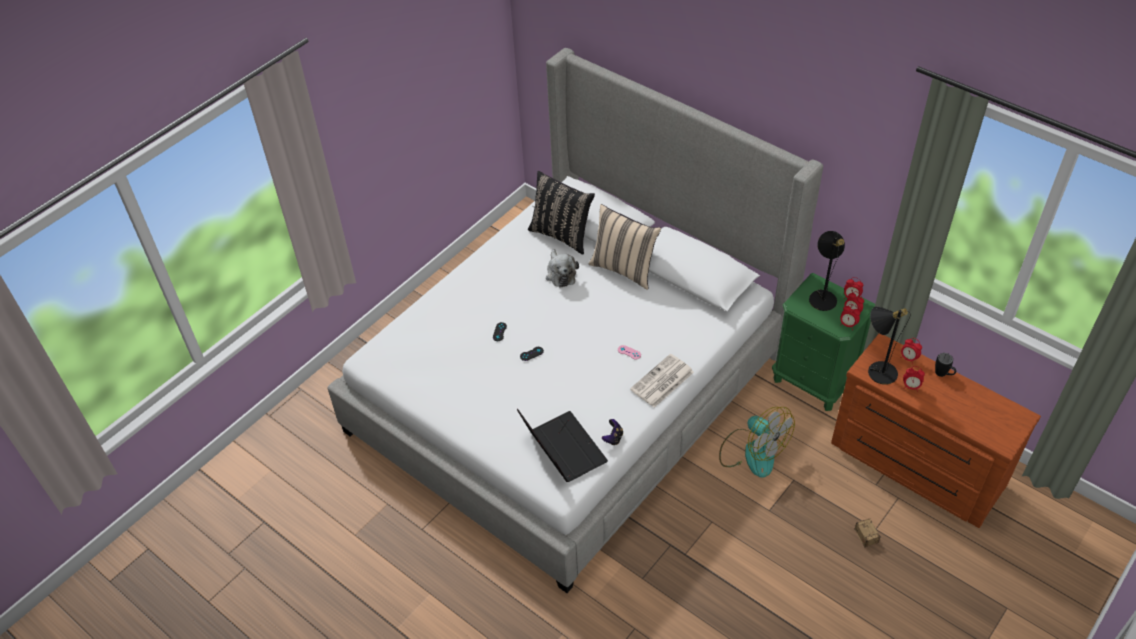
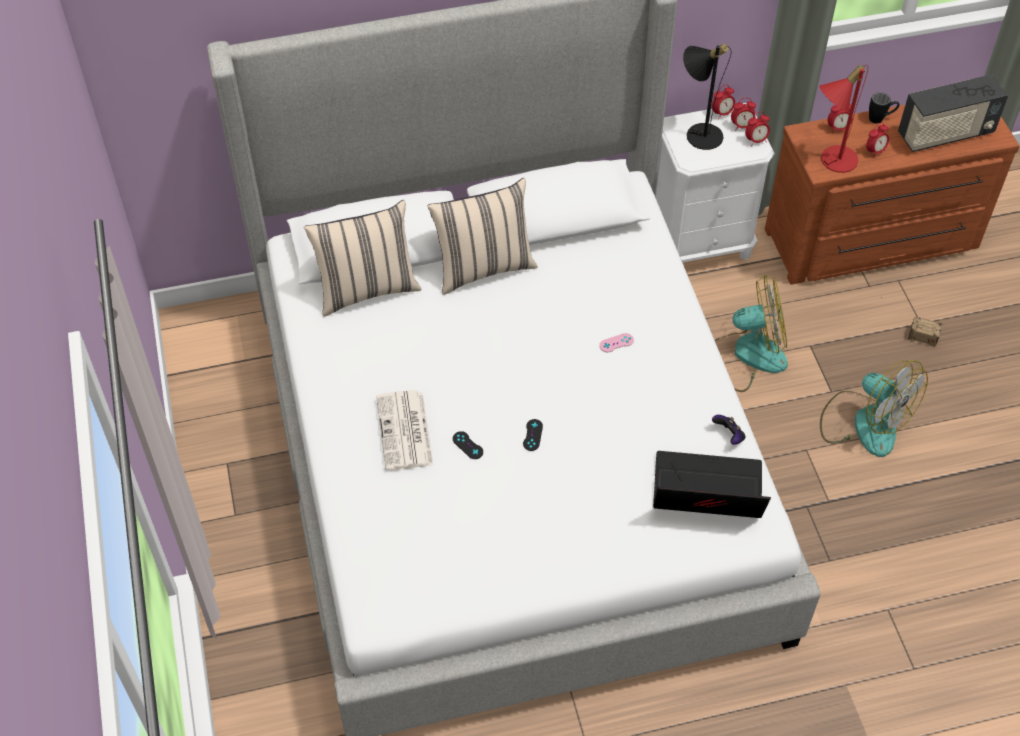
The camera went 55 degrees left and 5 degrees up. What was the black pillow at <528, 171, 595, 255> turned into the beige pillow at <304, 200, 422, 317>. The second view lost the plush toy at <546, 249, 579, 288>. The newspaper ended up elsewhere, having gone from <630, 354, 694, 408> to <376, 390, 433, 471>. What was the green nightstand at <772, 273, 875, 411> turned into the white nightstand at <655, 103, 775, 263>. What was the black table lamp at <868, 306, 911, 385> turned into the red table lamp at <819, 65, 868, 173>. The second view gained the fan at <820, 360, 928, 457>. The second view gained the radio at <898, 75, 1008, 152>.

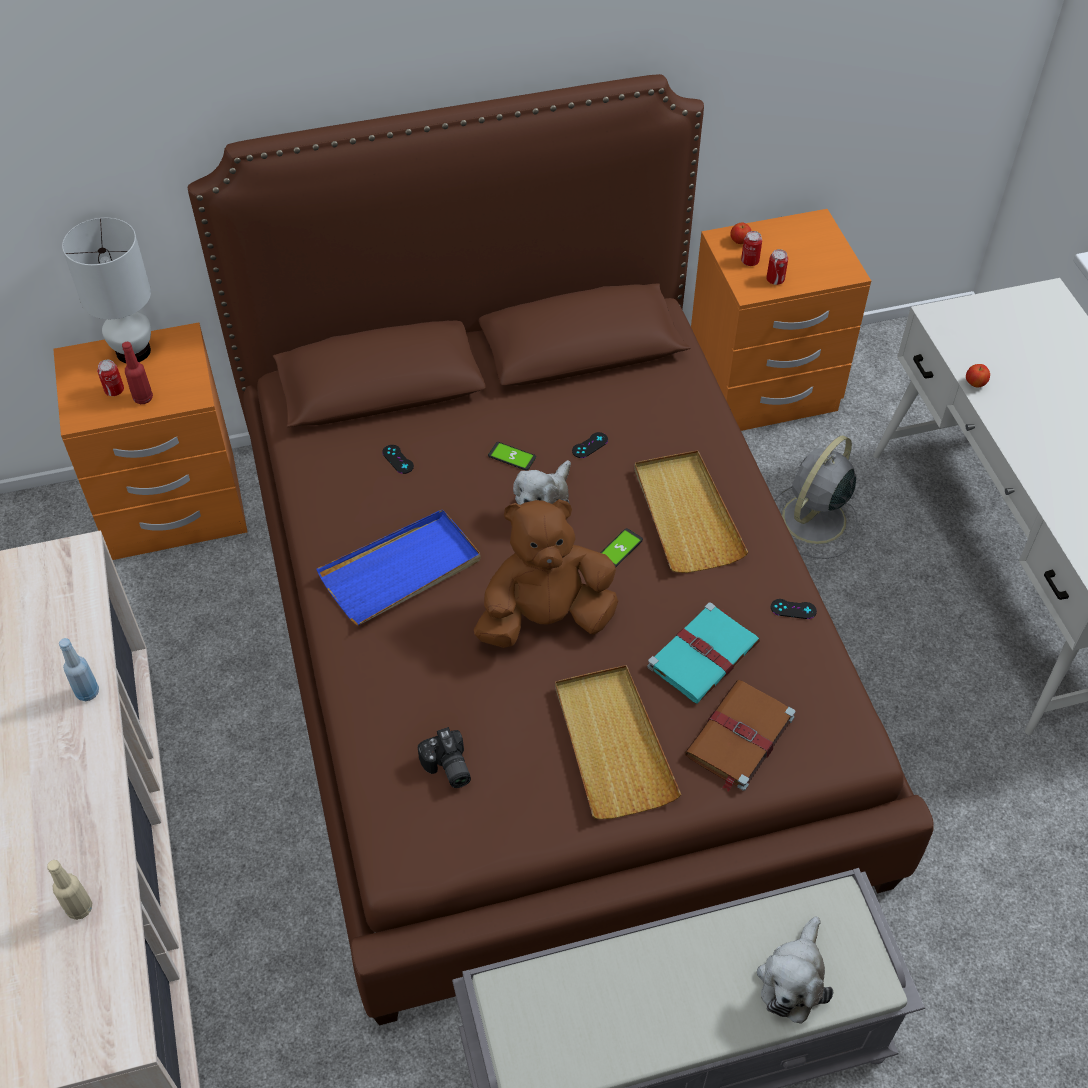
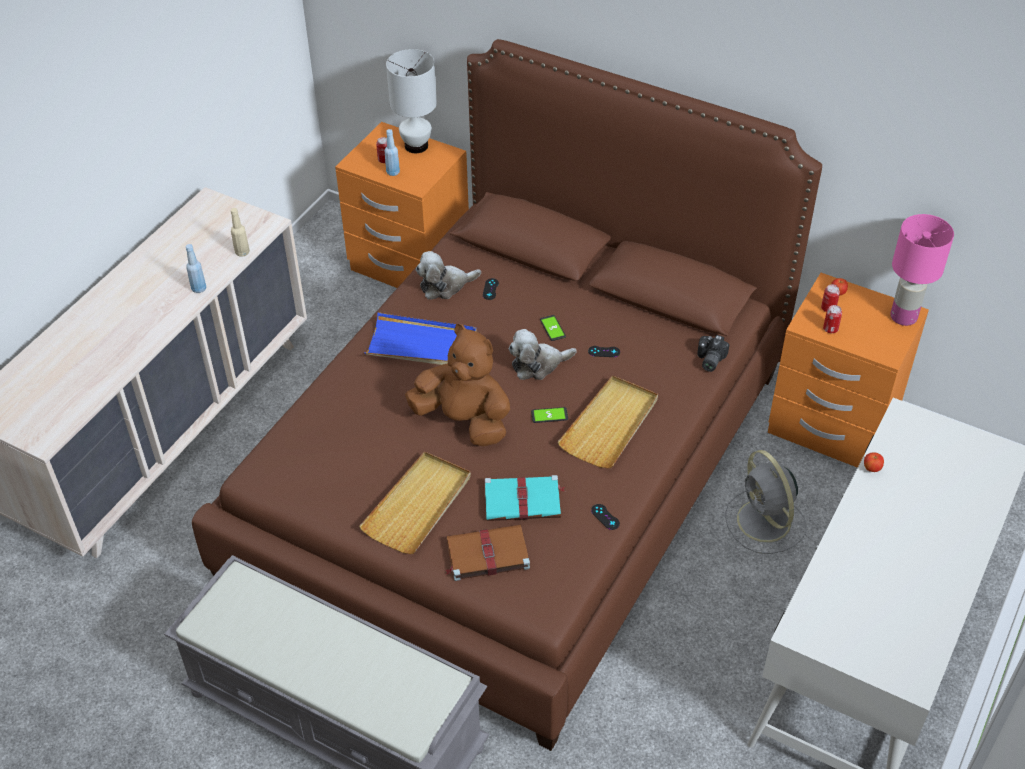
The camera went 45 degrees right and 5 degrees down. The beige bottle ended up elsewhere, having gone from <47, 860, 92, 920> to <231, 208, 250, 257>. What was the red bottle at <122, 342, 153, 404> turned into the blue bottle at <385, 129, 400, 176>. The photo camera ended up elsewhere, having gone from <418, 727, 471, 788> to <697, 335, 729, 372>. The plush toy ended up elsewhere, having gone from <757, 916, 833, 1024> to <416, 251, 481, 299>. The grey fan at <774, 435, 858, 559> ended up facing another way, 105 degrees counterclockwise from before. The second view gained the pink table lamp at <890, 214, 954, 326>.

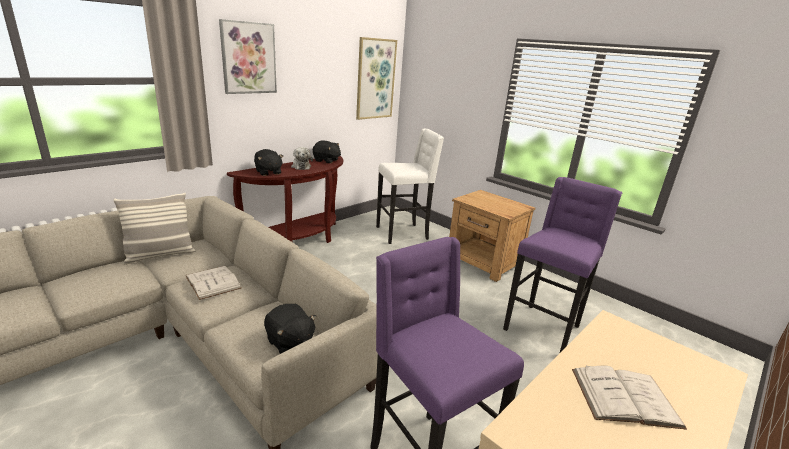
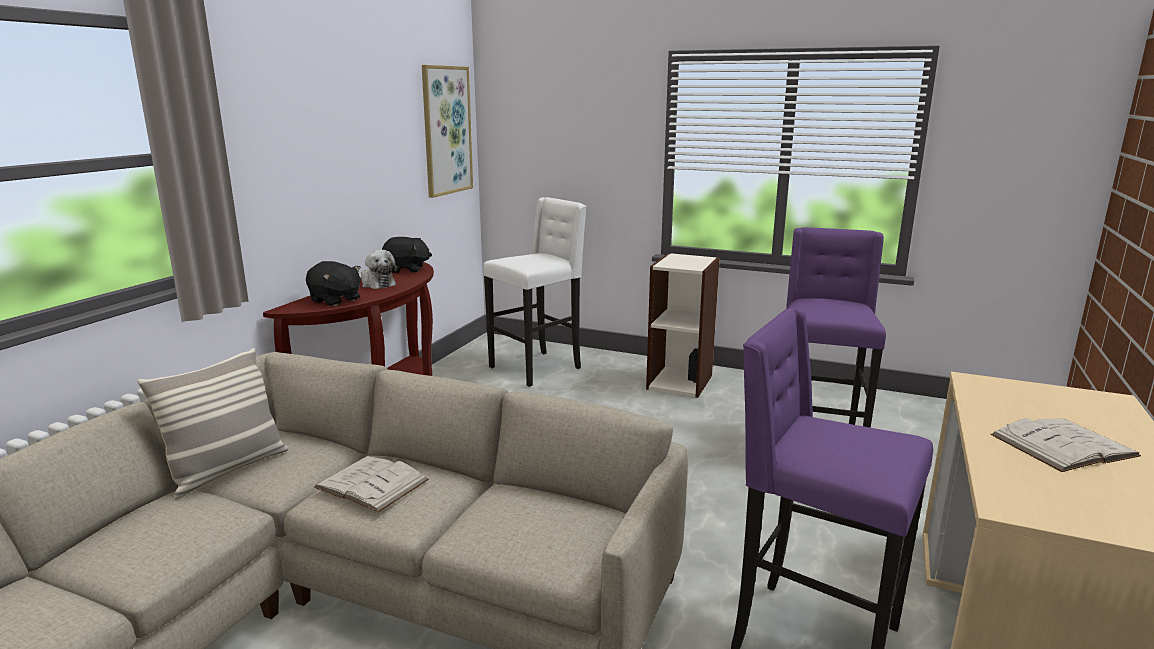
The camera went 20 degrees left and 5 degrees down. The second view lost the picture at <219, 19, 277, 94>. The second view lost the black plush toy at <264, 304, 317, 354>. Where the brown nightstand stood at <449, 190, 535, 282>, the bookcase came to stand at <646, 253, 720, 398>.

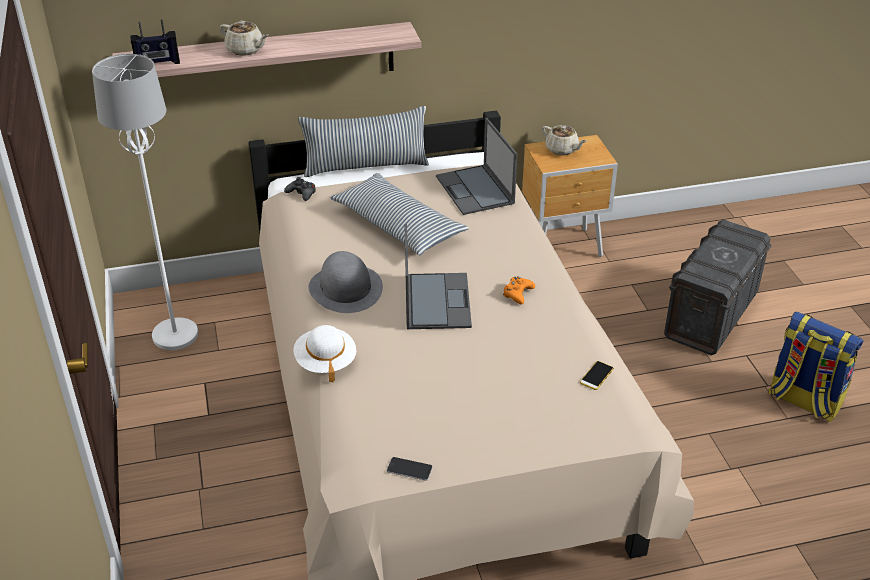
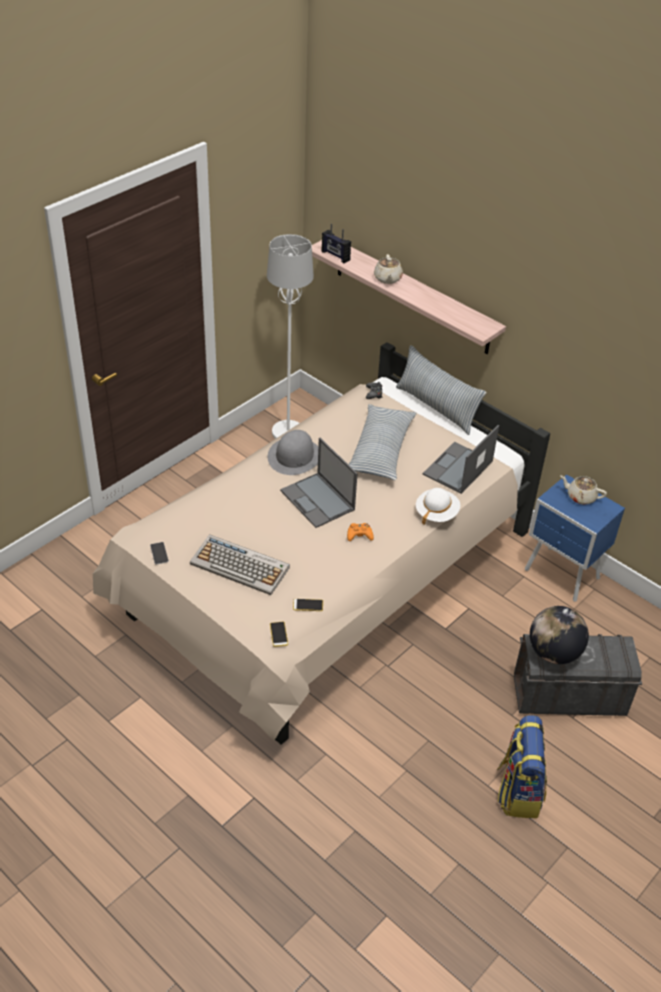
The camera went 55 degrees right and 5 degrees up. The white hat ended up elsewhere, having gone from <293, 325, 356, 382> to <416, 488, 460, 525>. The laptop at <404, 224, 472, 329> ended up facing another way, 90 degrees clockwise from before. What was the brown nightstand at <522, 135, 618, 257> turned into the blue nightstand at <525, 474, 625, 602>. The beige teapot at <542, 125, 587, 155> ended up facing another way, 105 degrees clockwise from before. The second view gained the keyboard at <190, 534, 290, 595>. The second view gained the phone at <270, 622, 288, 647>. The second view gained the globe at <530, 606, 589, 664>.

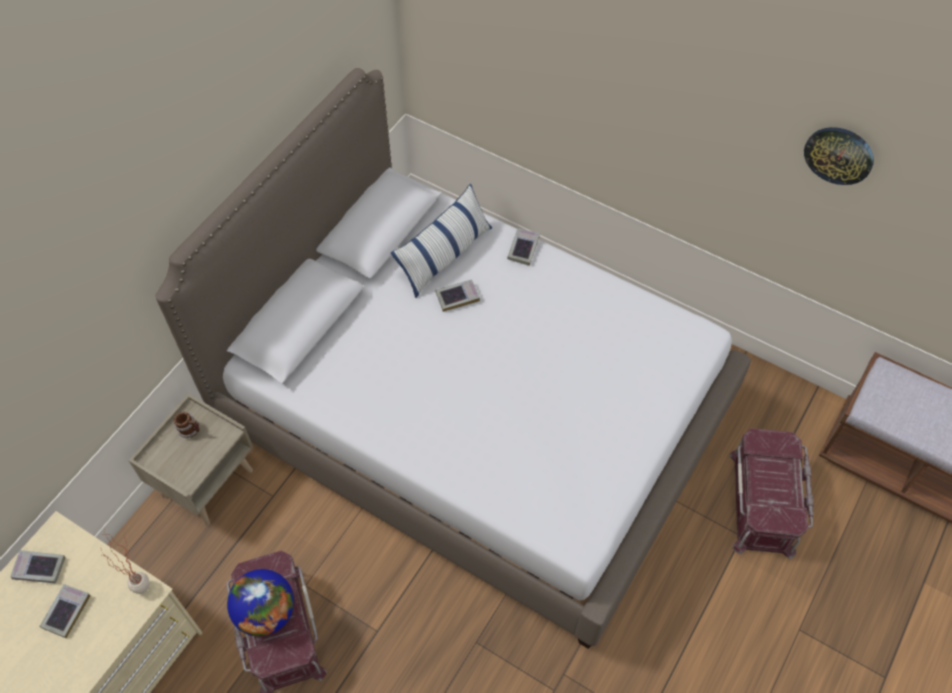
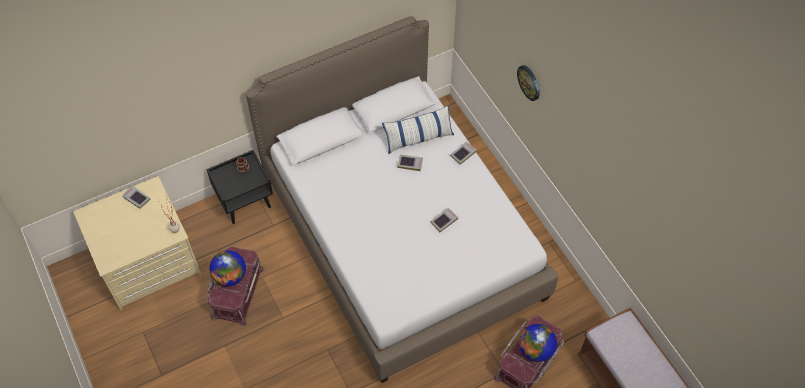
The camera went 30 degrees right and 0 degrees up. The book ended up elsewhere, having gone from <39, 584, 90, 638> to <430, 208, 458, 232>. What was the beige nightstand at <128, 393, 253, 526> turned into the black nightstand at <206, 150, 273, 224>. The wall clock ended up elsewhere, having gone from <804, 127, 874, 185> to <517, 65, 540, 101>. The second view gained the globe at <519, 324, 557, 362>.

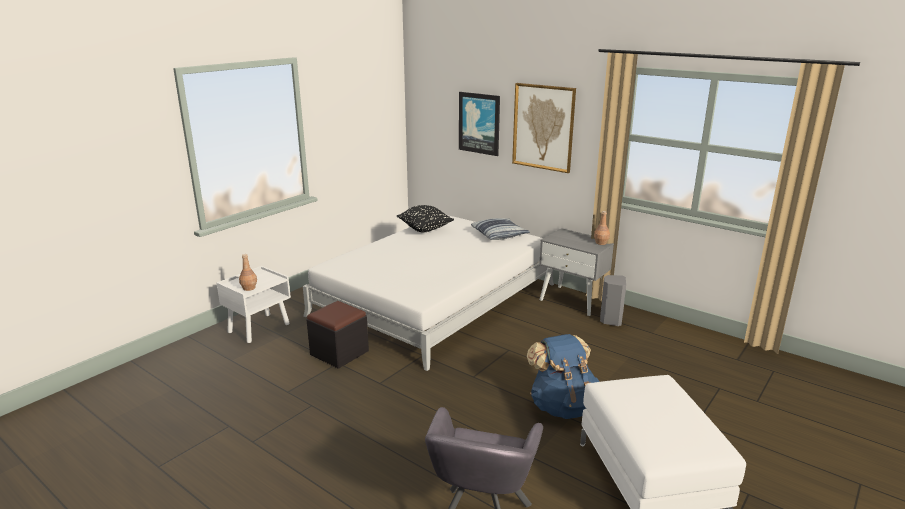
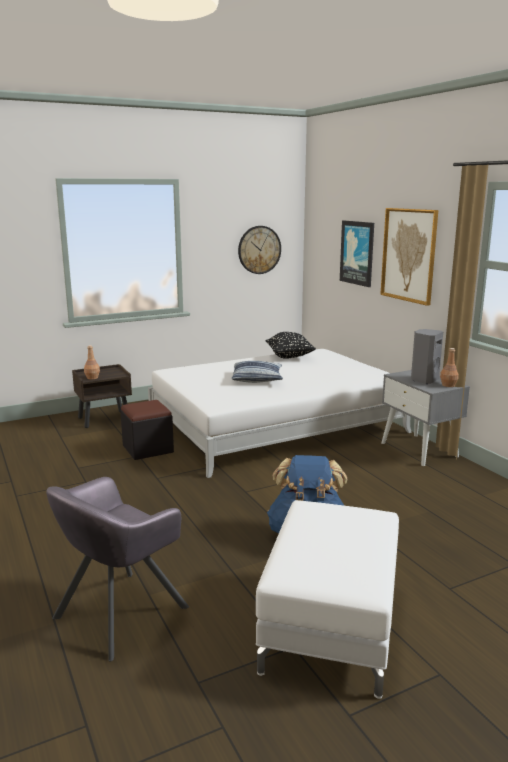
The camera went 25 degrees right and 5 degrees down. What was the white nightstand at <217, 266, 291, 343> turned into the brown nightstand at <72, 364, 132, 428>. The pillow ended up elsewhere, having gone from <471, 218, 530, 240> to <232, 361, 283, 383>. The grey speaker ended up elsewhere, having gone from <600, 275, 626, 326> to <411, 329, 443, 384>. The second view gained the wall clock at <238, 226, 281, 274>.

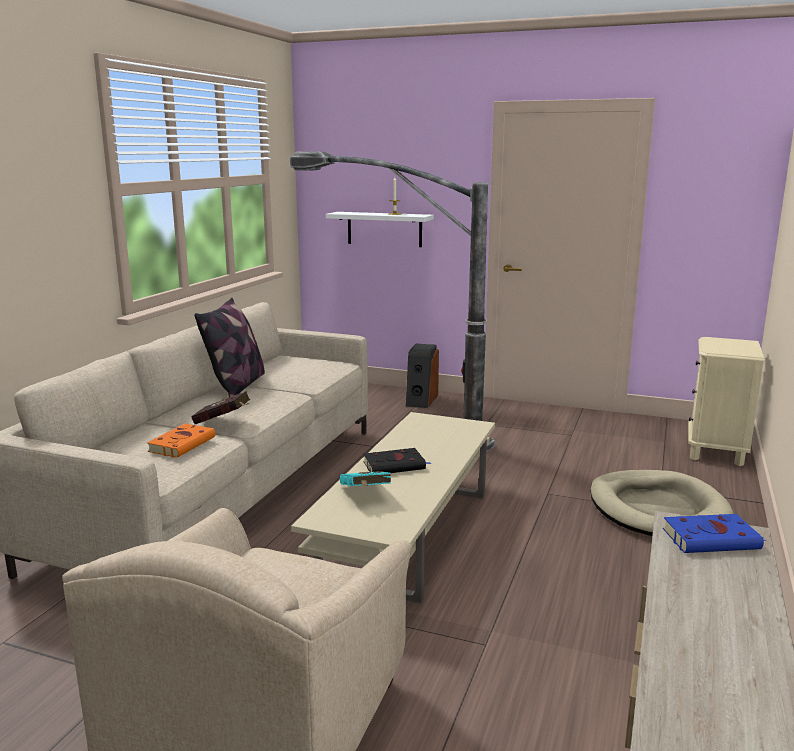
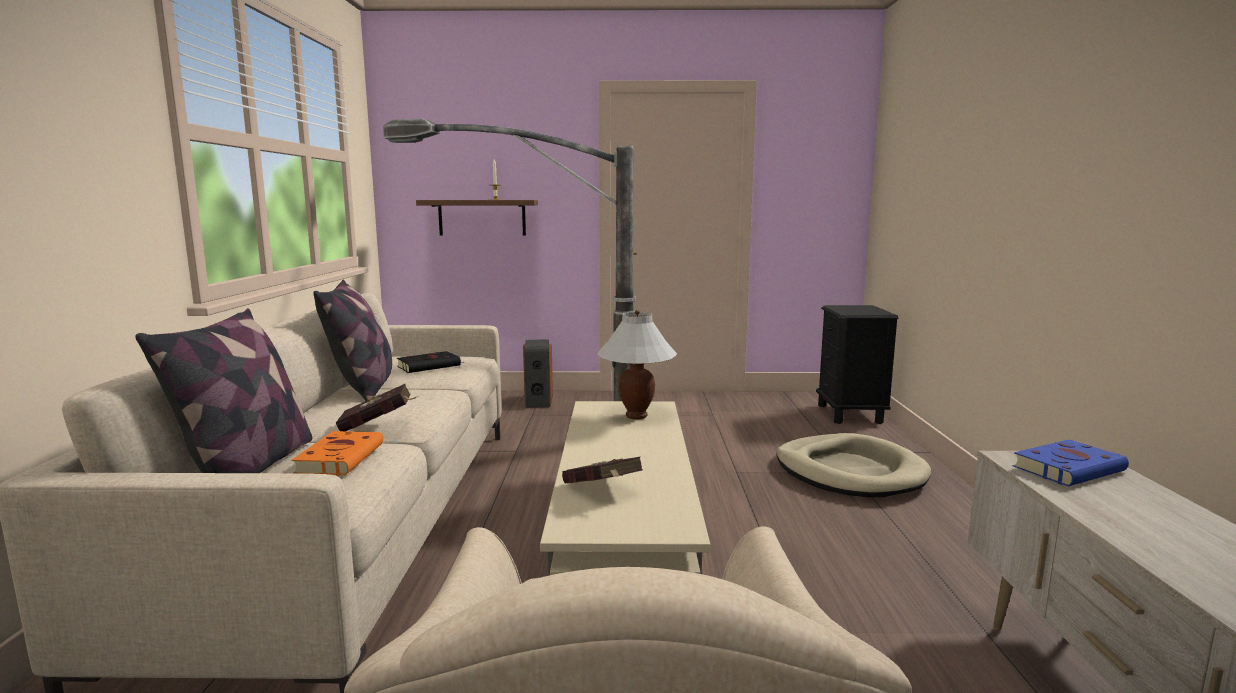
The camera went 20 degrees left and 5 degrees down. What was the white shelf at <326, 212, 434, 247> turned into the brown shelf at <416, 200, 538, 236>. What was the turquoise book at <340, 471, 391, 486> turned into the red book at <562, 457, 643, 483>. The black book ended up elsewhere, having gone from <364, 448, 432, 473> to <397, 351, 465, 373>. What was the beige nightstand at <688, 337, 764, 466> turned into the black nightstand at <816, 305, 898, 424>. The second view gained the pillow at <135, 308, 312, 473>. The second view gained the white table lamp at <597, 310, 677, 420>.

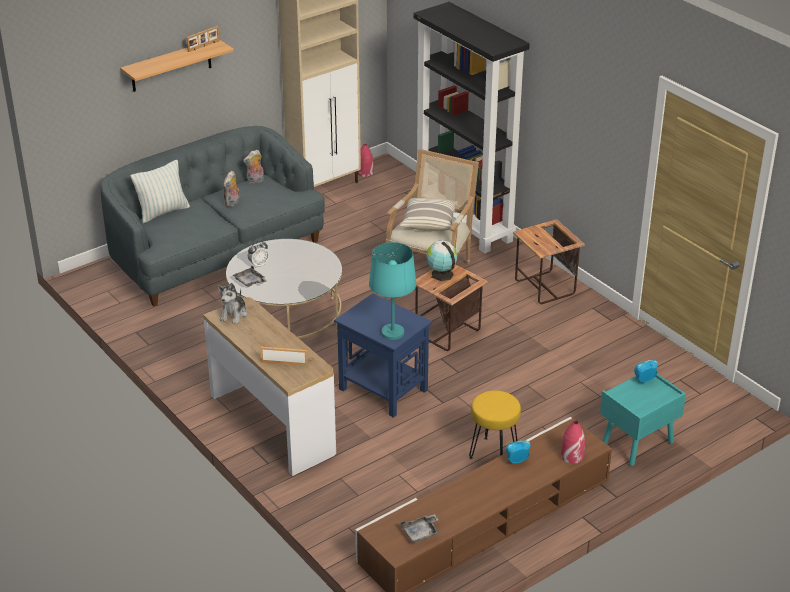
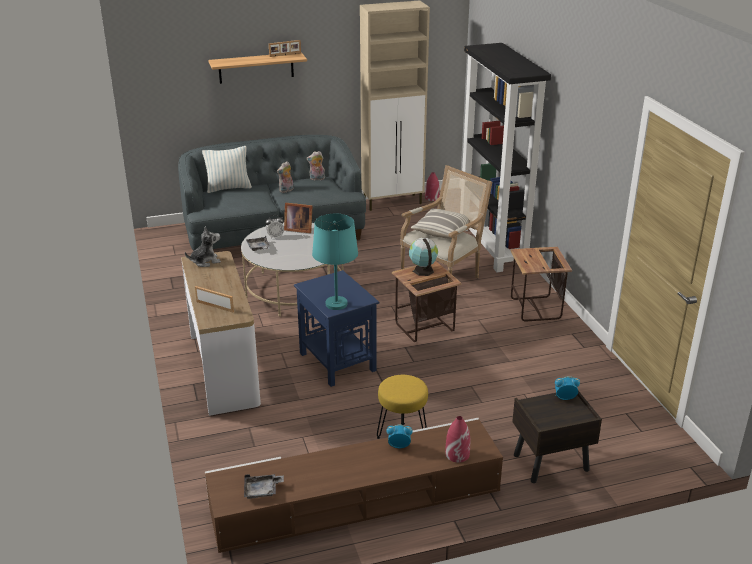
The camera went 20 degrees right and 5 degrees down. The plush toy at <217, 283, 247, 324> ended up facing another way, 150 degrees counterclockwise from before. What was the turquoise nightstand at <600, 374, 686, 466> turned into the brown nightstand at <512, 391, 602, 483>. The second view gained the picture frame at <284, 203, 312, 233>.

